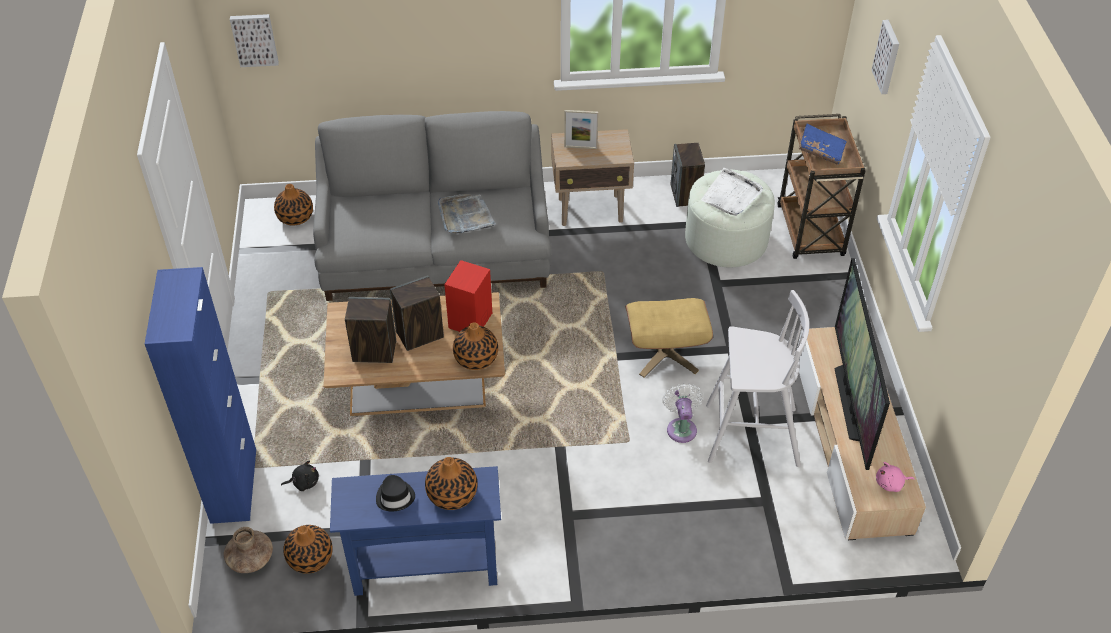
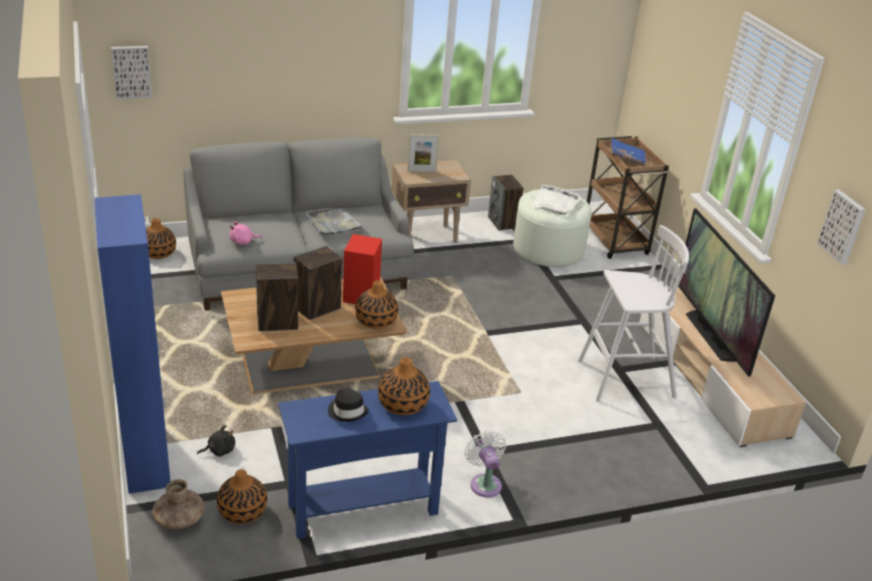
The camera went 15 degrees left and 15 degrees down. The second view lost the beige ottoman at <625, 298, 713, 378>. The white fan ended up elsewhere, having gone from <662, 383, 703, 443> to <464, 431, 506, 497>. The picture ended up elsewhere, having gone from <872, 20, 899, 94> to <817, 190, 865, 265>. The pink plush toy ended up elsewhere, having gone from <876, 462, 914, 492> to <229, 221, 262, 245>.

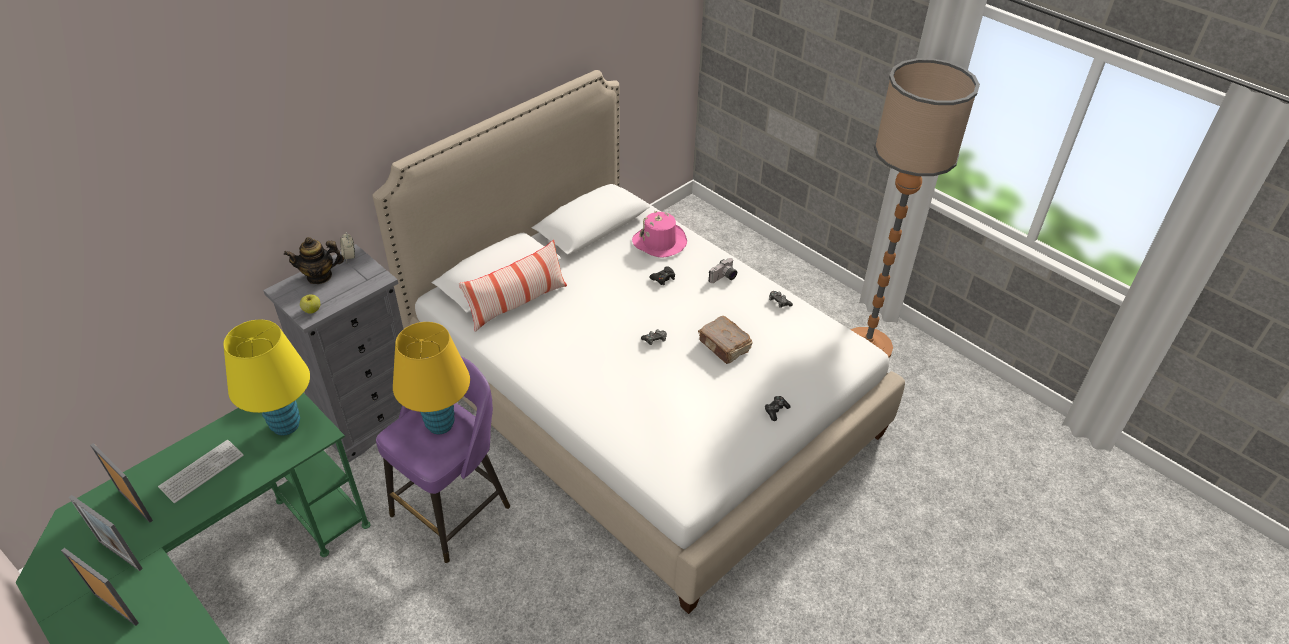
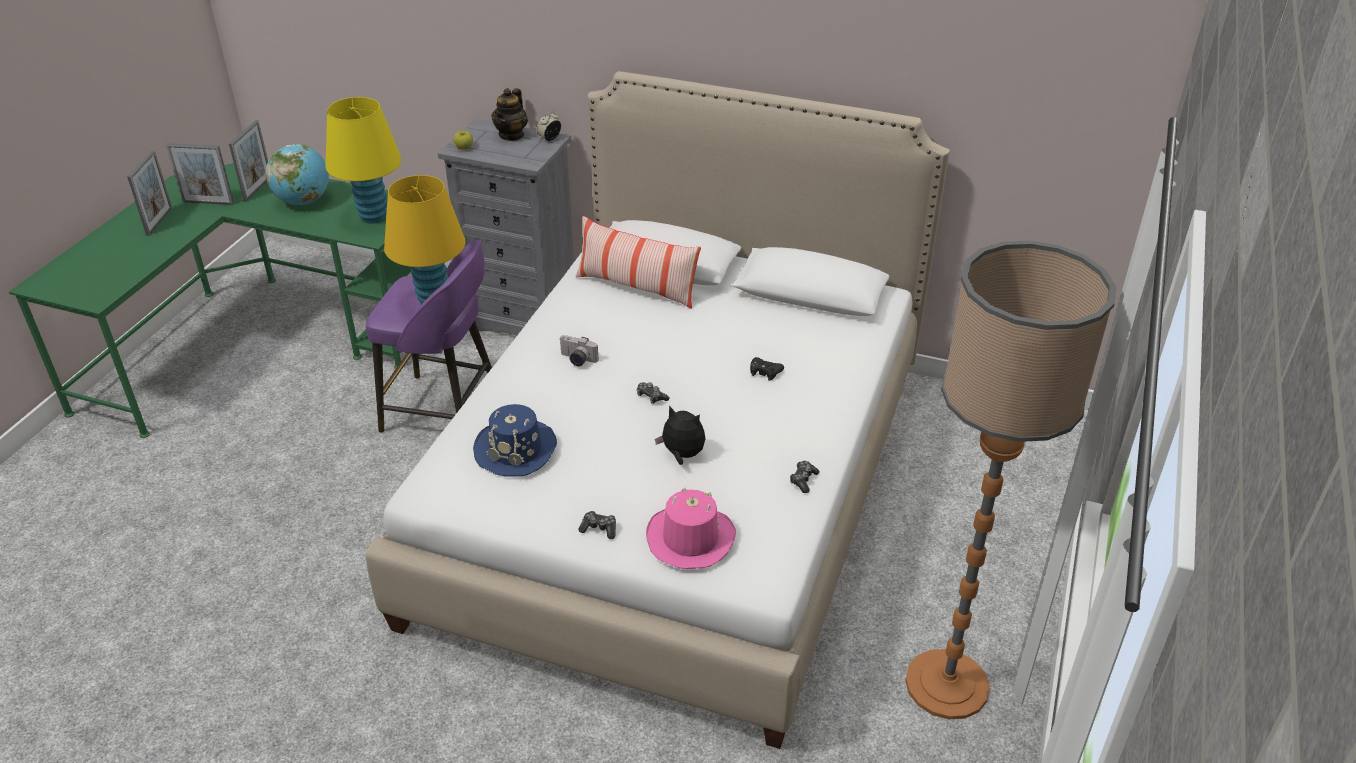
The camera went 65 degrees right and 5 degrees down. The picture frame at <69, 495, 143, 571> ended up facing another way, 90 degrees counterclockwise from before. Where the keyboard stood at <158, 440, 244, 503>, the globe came to stand at <266, 144, 329, 205>. The teapot at <284, 237, 344, 284> ended up facing another way, 120 degrees counterclockwise from before. The pink hat ended up elsewhere, having gone from <632, 211, 687, 258> to <646, 487, 736, 569>. Where the brown book stood at <698, 316, 752, 364>, the plush toy came to stand at <655, 405, 706, 465>. The photo camera ended up elsewhere, having gone from <709, 258, 737, 283> to <559, 335, 598, 366>. The second view gained the blue hat at <473, 404, 557, 477>.

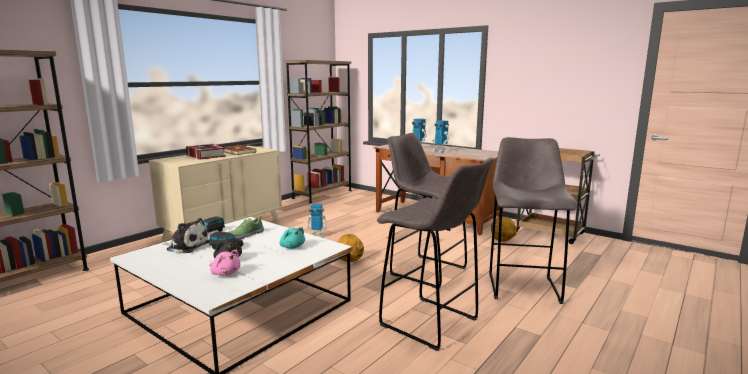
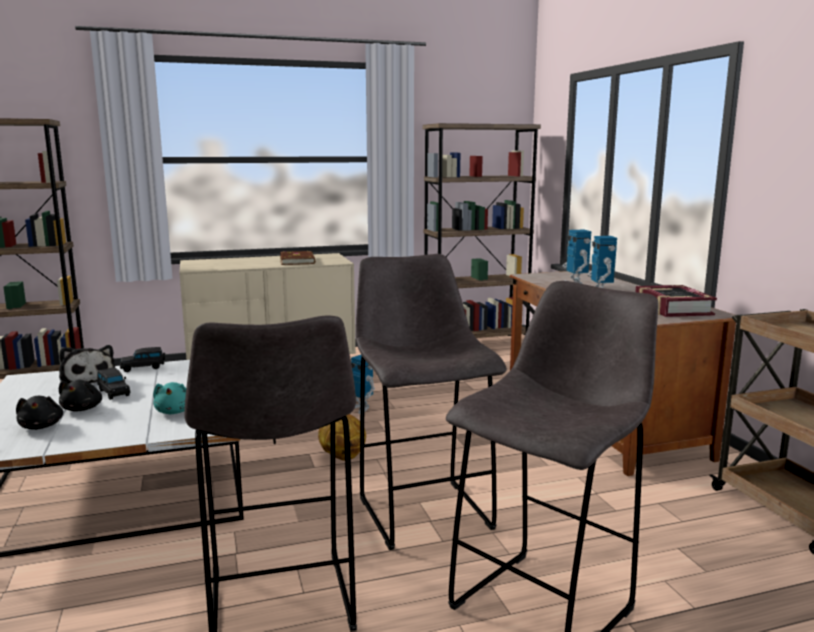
The camera went 35 degrees right and 0 degrees up. The book ended up elsewhere, having gone from <186, 144, 226, 160> to <636, 285, 717, 317>. What was the pink plush toy at <210, 250, 241, 276> turned into the black plush toy at <16, 396, 63, 430>. The second view lost the shoe at <229, 216, 264, 239>. The second view lost the basketball at <491, 217, 517, 242>.

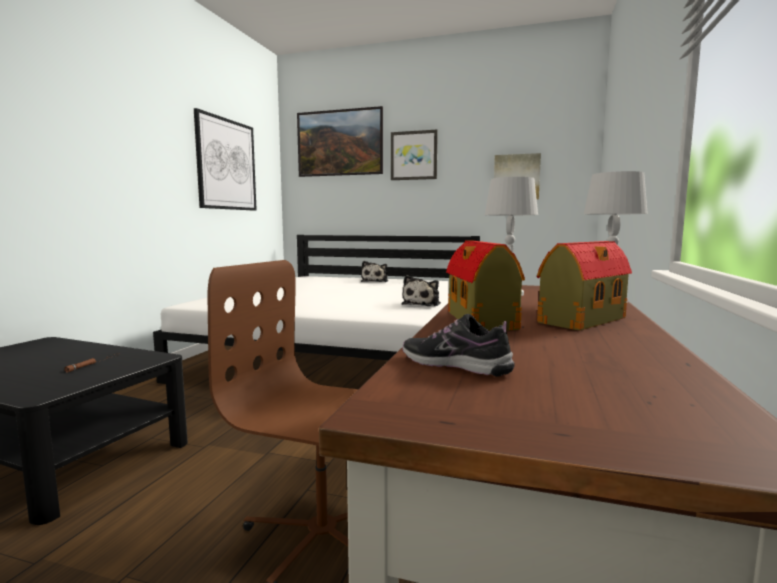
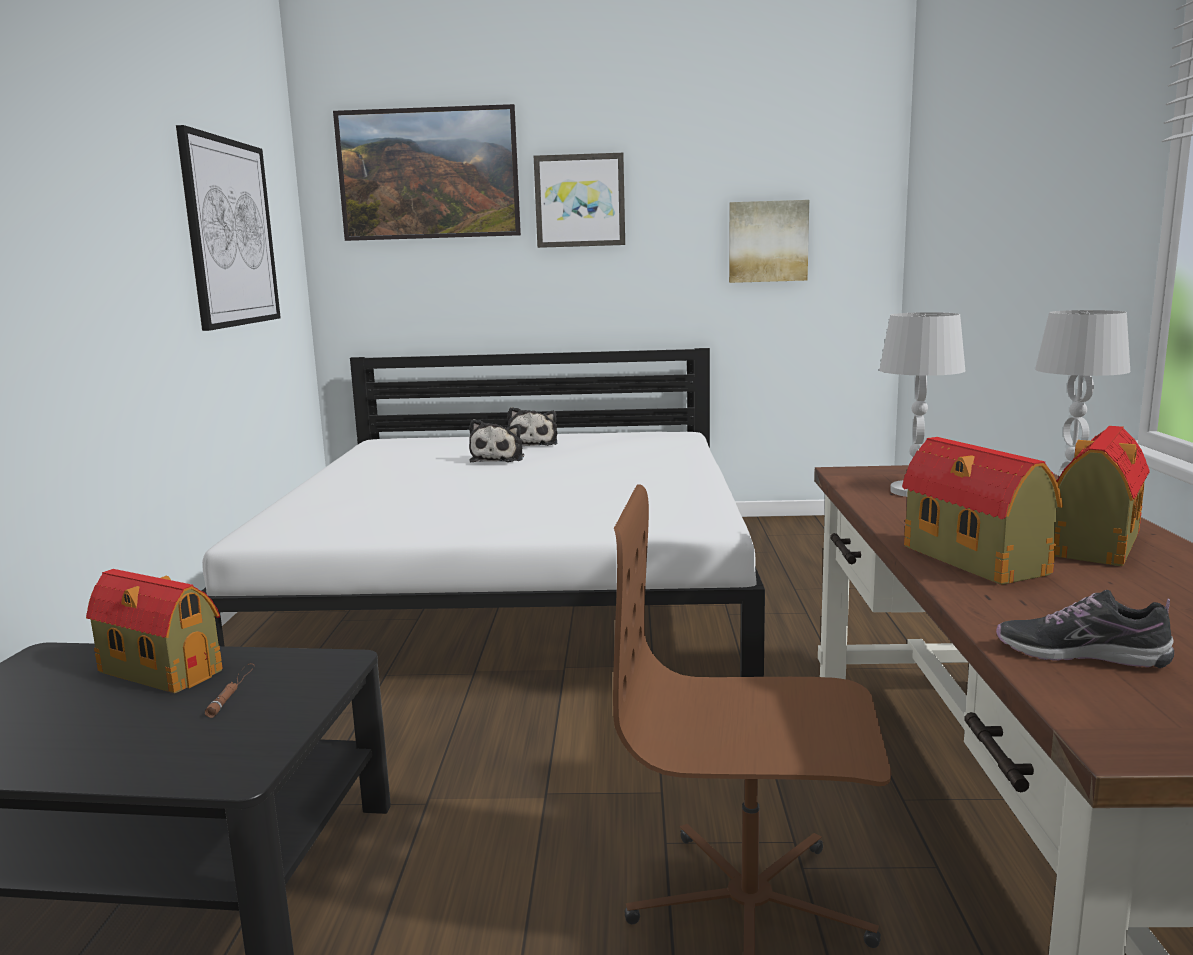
The camera went 15 degrees left and 5 degrees up. The plush toy ended up elsewhere, having gone from <402, 275, 441, 306> to <469, 419, 524, 463>. The second view gained the toy house at <86, 569, 223, 693>.

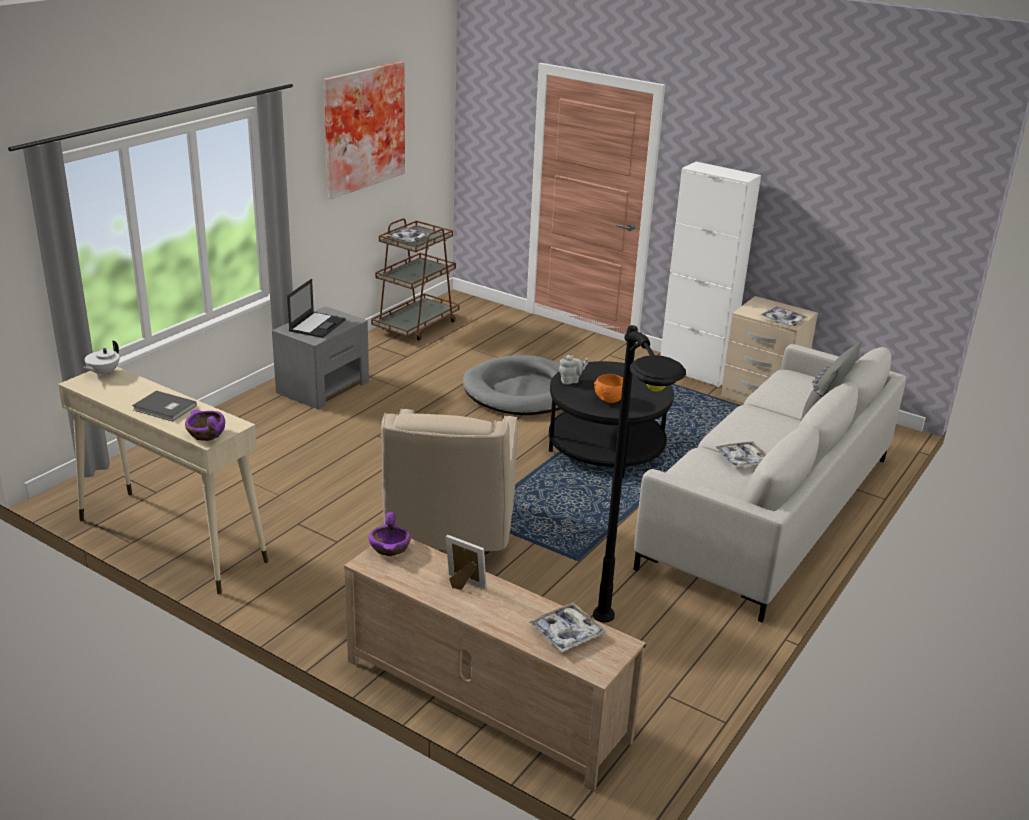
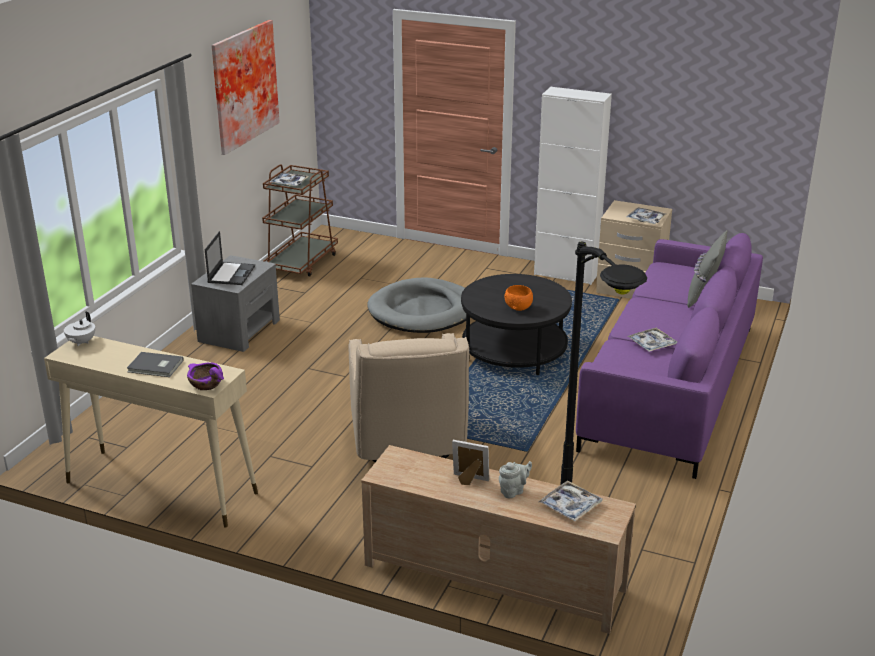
The camera went 10 degrees left and 0 degrees up. The second view lost the purple bowl at <369, 512, 411, 556>. The grey teapot ended up elsewhere, having gone from <559, 355, 588, 385> to <499, 461, 532, 498>. What was the grey sofa at <634, 344, 906, 622> turned into the purple sofa at <576, 233, 763, 479>.

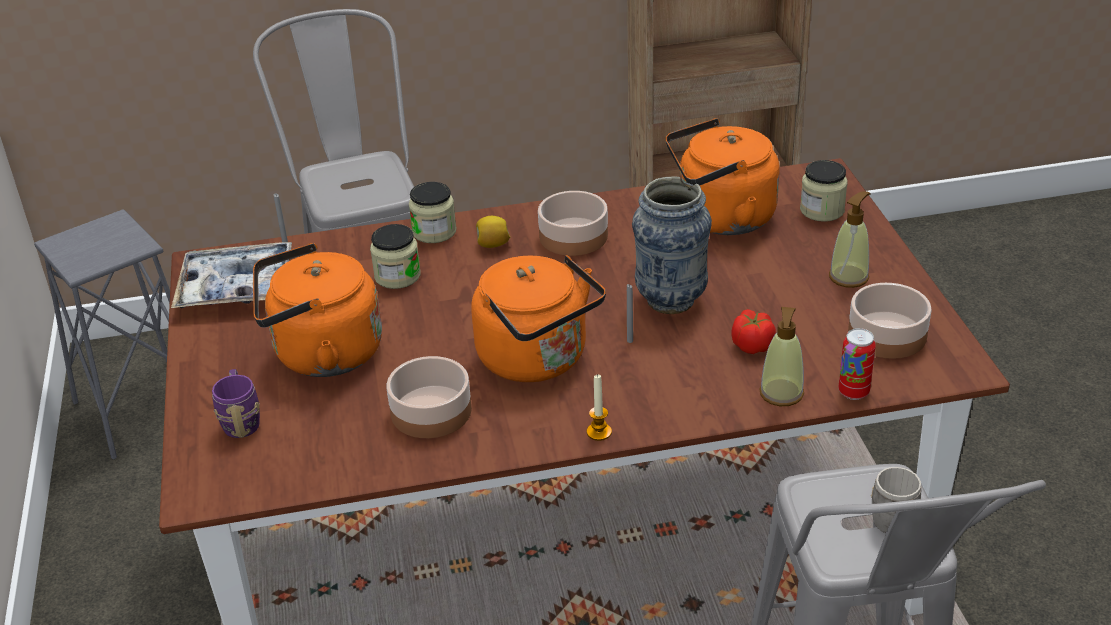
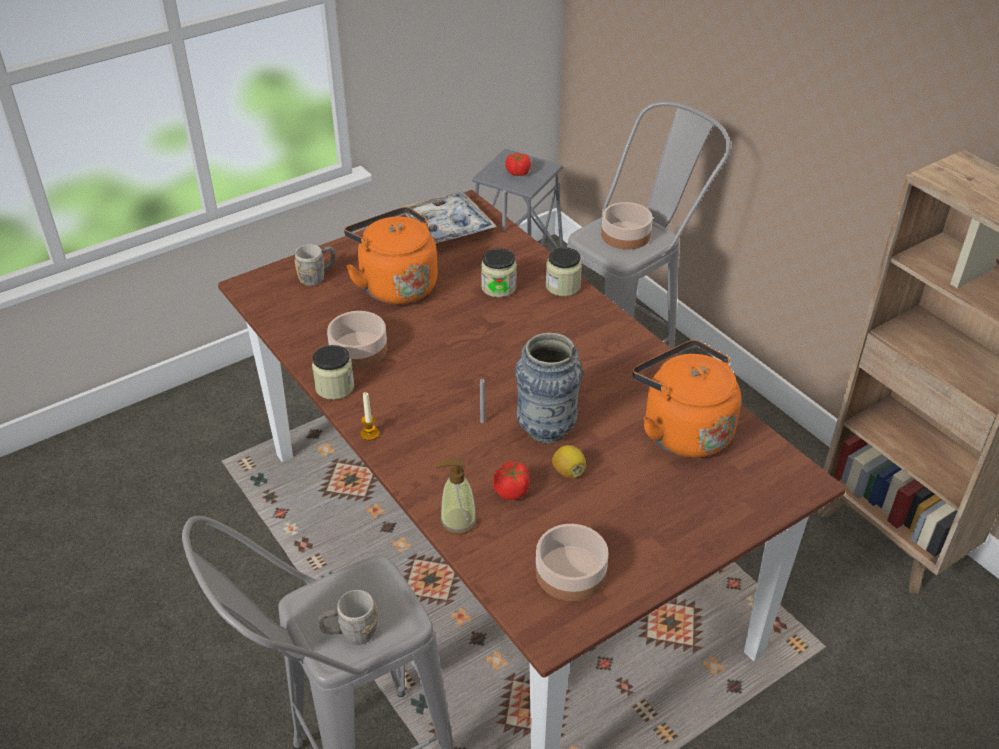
The camera went 65 degrees right and 5 degrees up. What was the purple mug at <212, 369, 260, 438> turned into the grey mug at <294, 244, 336, 286>. The second view lost the orange kettle at <471, 255, 606, 382>. The lemon ended up elsewhere, having gone from <476, 216, 510, 248> to <552, 445, 586, 478>. The bowl ended up elsewhere, having gone from <538, 191, 608, 256> to <601, 202, 653, 250>. The jar ended up elsewhere, having gone from <800, 160, 848, 222> to <312, 345, 354, 400>. The second view lost the soap dispenser at <829, 191, 871, 288>. The second view lost the can at <838, 328, 876, 400>. The second view gained the tomato at <505, 152, 531, 176>.

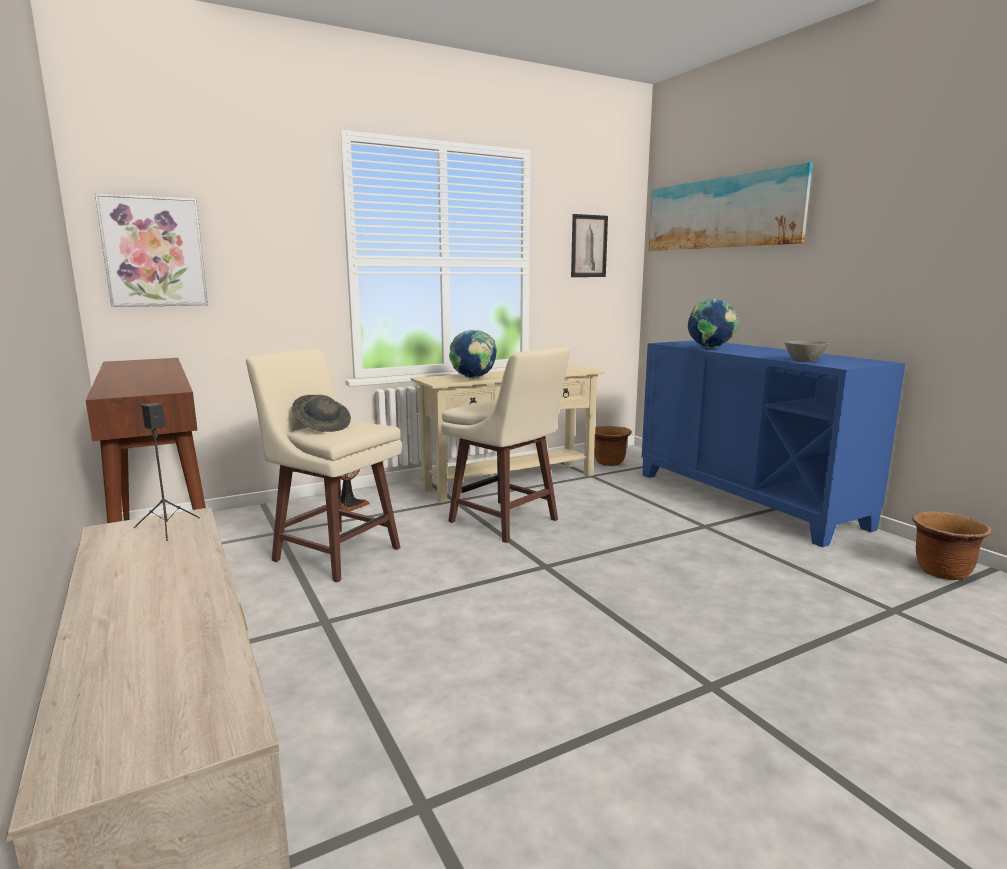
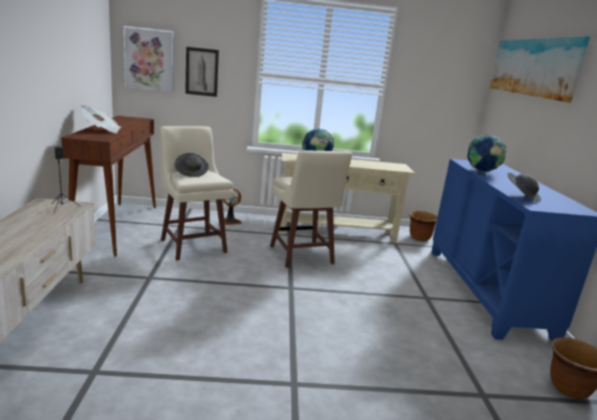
The camera went 25 degrees right and 5 degrees up. The picture ended up elsewhere, having gone from <571, 214, 608, 277> to <185, 47, 219, 97>. Where the grey bowl stood at <785, 341, 829, 362>, the grey hat came to stand at <507, 172, 541, 202>. The second view gained the newspaper at <79, 105, 121, 133>.

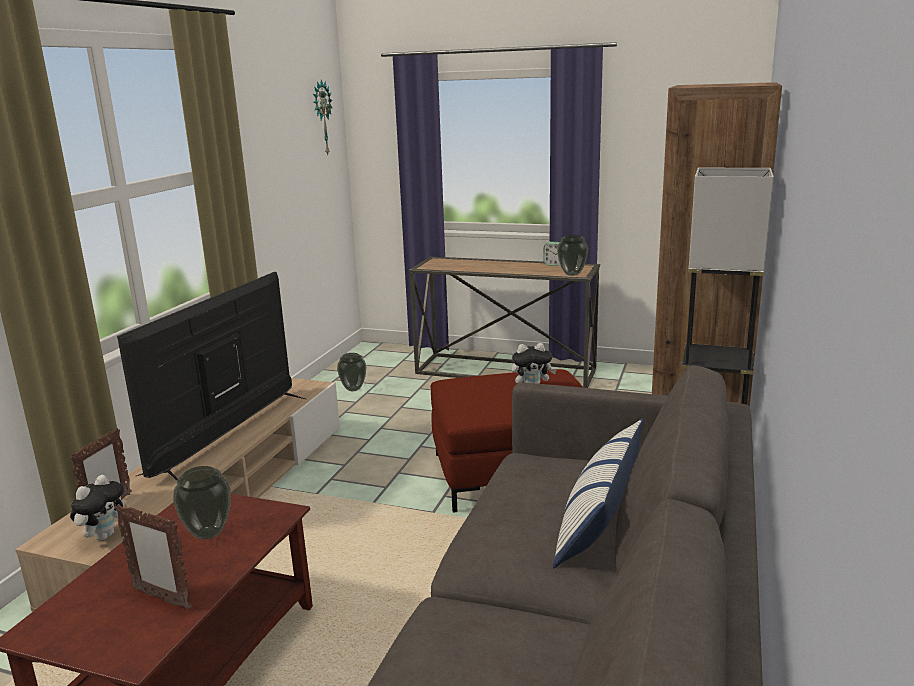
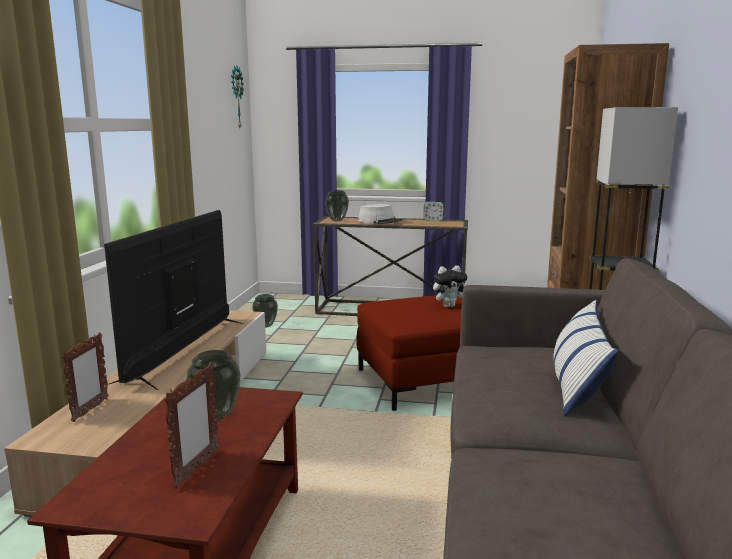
The camera went 10 degrees left and 5 degrees down. The second view lost the plush toy at <70, 475, 125, 541>. The picture frame at <115, 504, 192, 610> ended up facing another way, 90 degrees counterclockwise from before. The vase ended up elsewhere, having gone from <557, 235, 588, 276> to <325, 190, 349, 221>. The second view gained the grey hat at <358, 204, 403, 224>.

